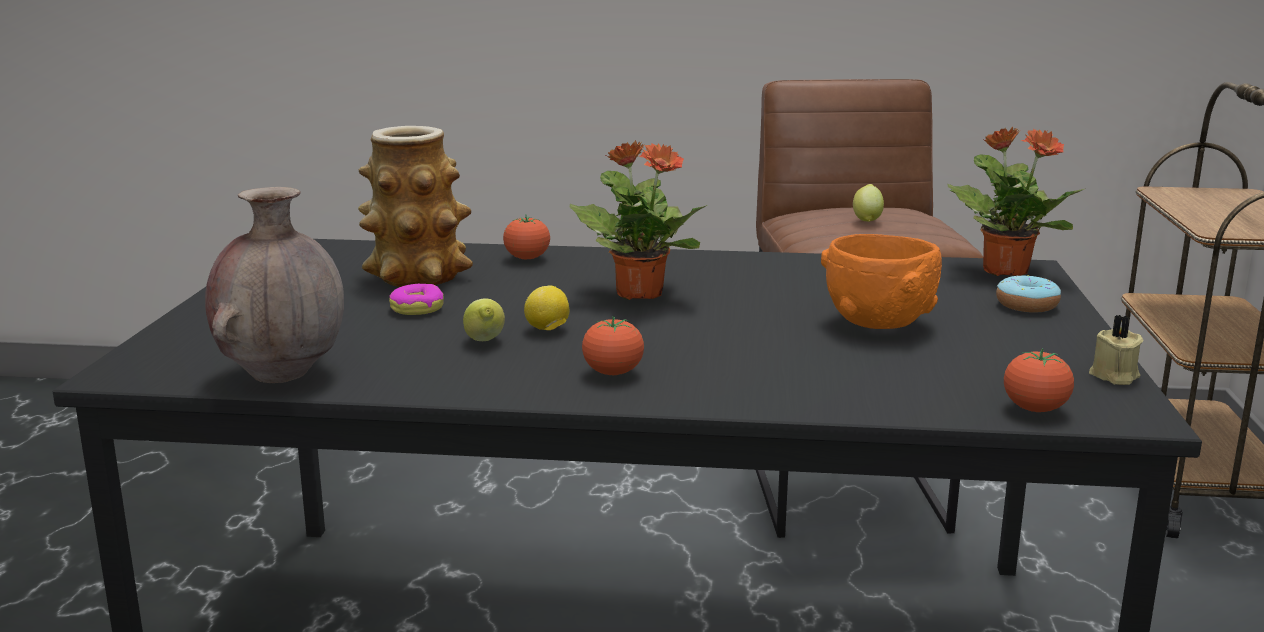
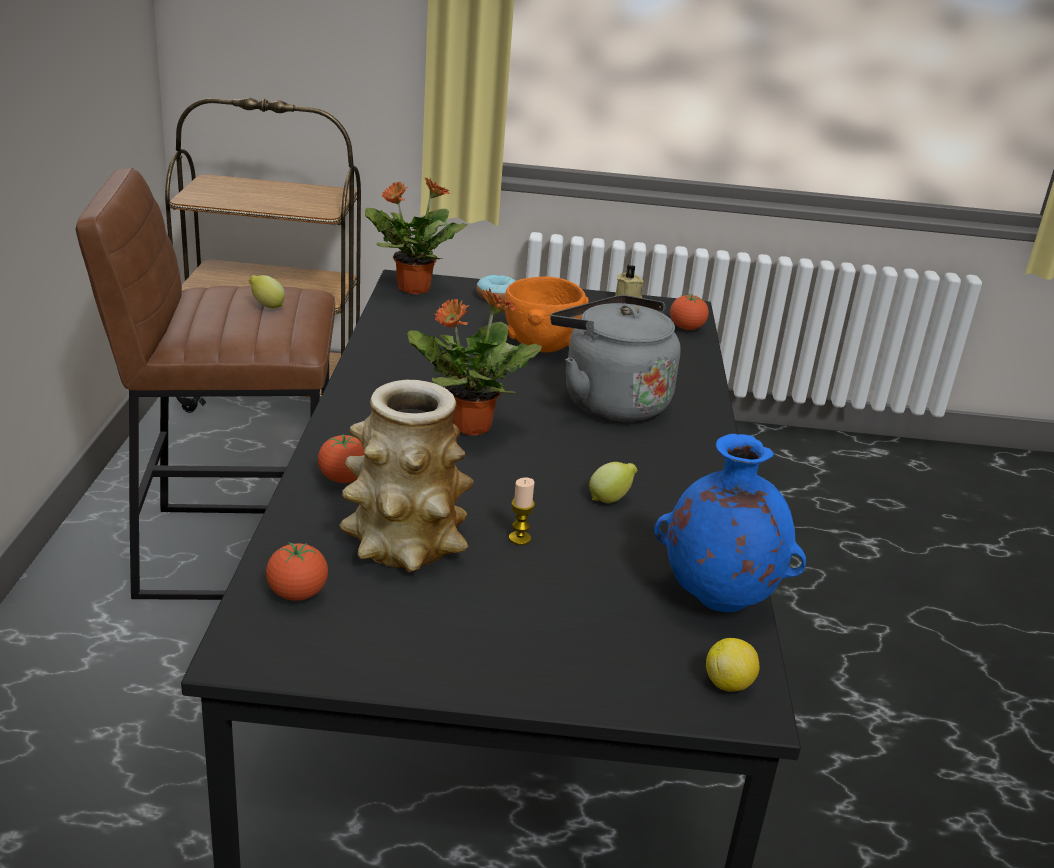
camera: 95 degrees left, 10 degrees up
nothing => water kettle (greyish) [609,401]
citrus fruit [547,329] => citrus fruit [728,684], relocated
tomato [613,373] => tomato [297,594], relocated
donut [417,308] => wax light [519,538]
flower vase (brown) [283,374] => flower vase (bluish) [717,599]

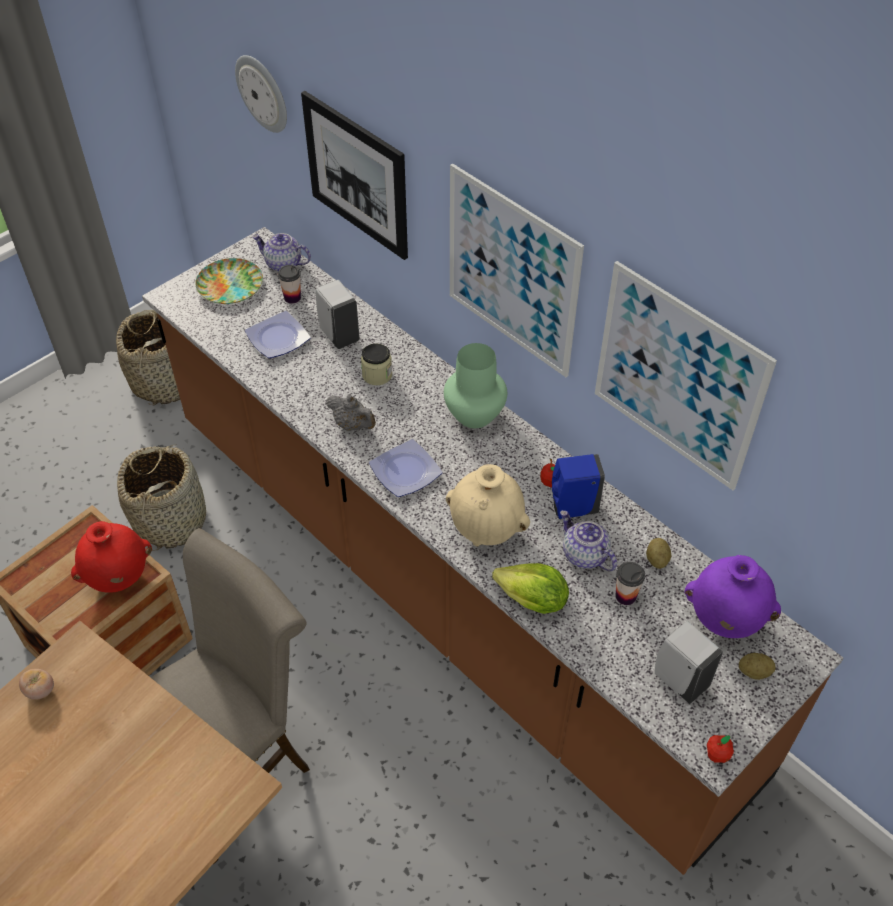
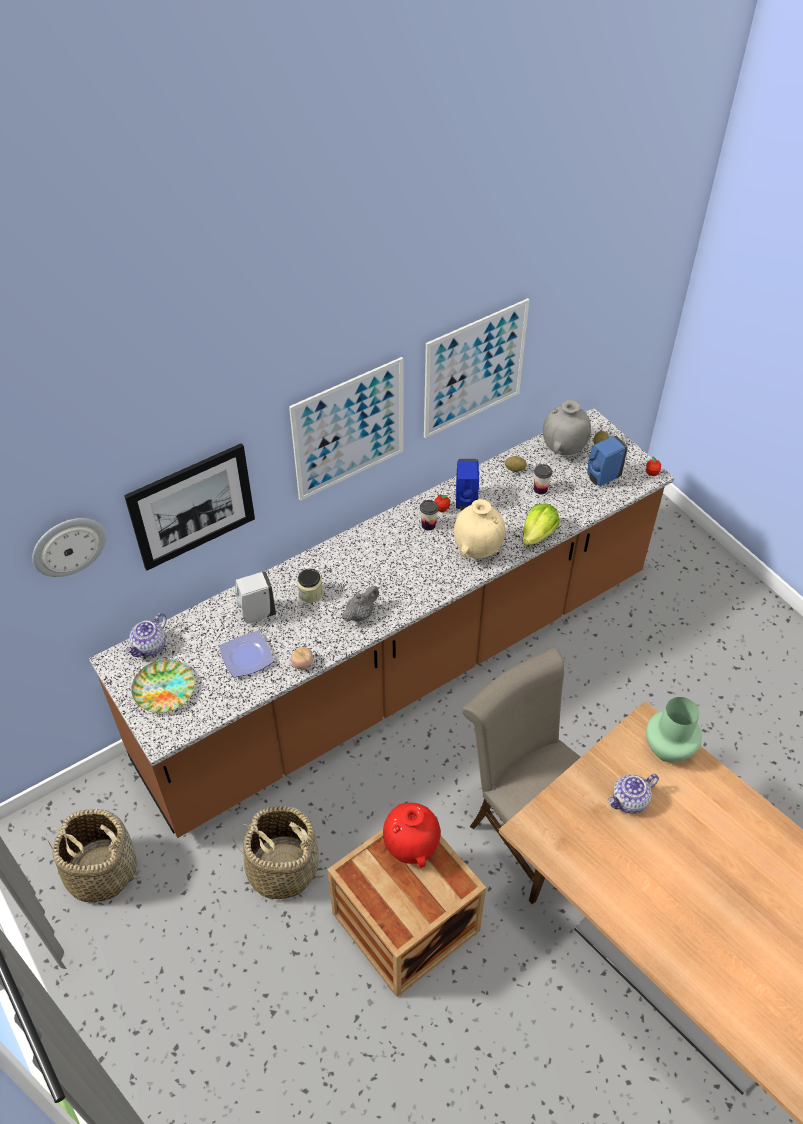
camera: 80 degrees left, 0 degrees up
dinner plate [405,473] => nothing
tomato [40,690] => tomato [302,664], relocated
drinking cup [292,297] => drinking cup [428,525], relocated
flower vase (green-coloured) [475,414] => flower vase (green-coloured) [668,748], relocated
tea pot [584,555] => tea pot [629,801], relocated
soap dispenser (whitish) [679,679] => soap dispenser (bluish) [602,478]
flower vase (purplish) [724,620] => flower vase (greyish) [563,449]

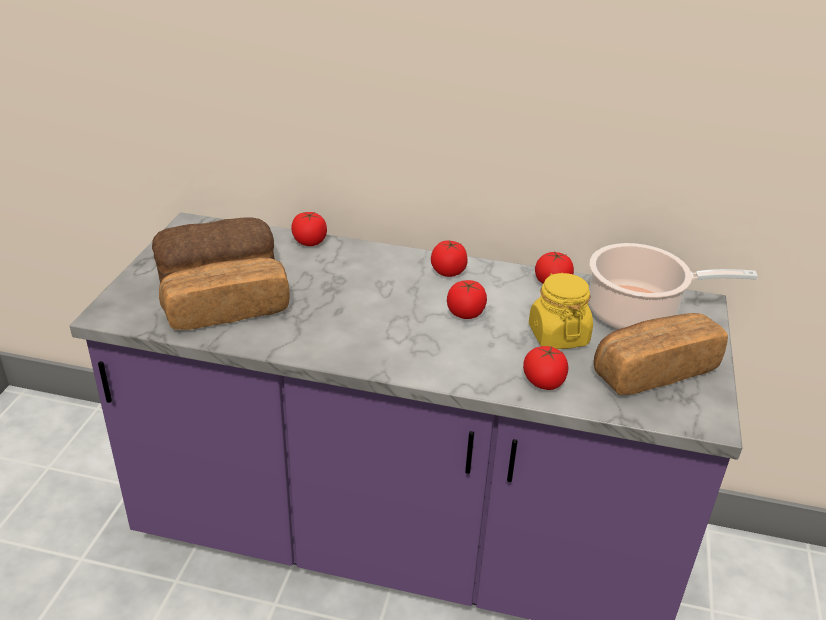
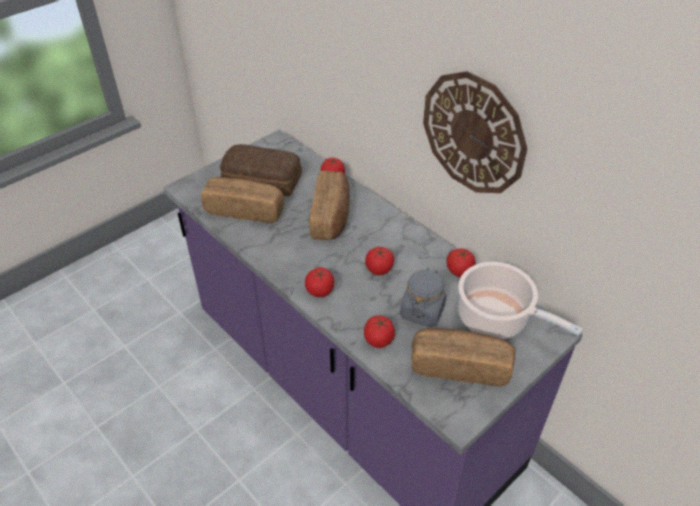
camera: 35 degrees right, 10 degrees up
nothing => bread [331,216]
nothing => hanging clock [473,133]
tomato [448,271] => tomato [320,290], relocated
jar (yellow) [558,335] => jar (greyish) [422,311]

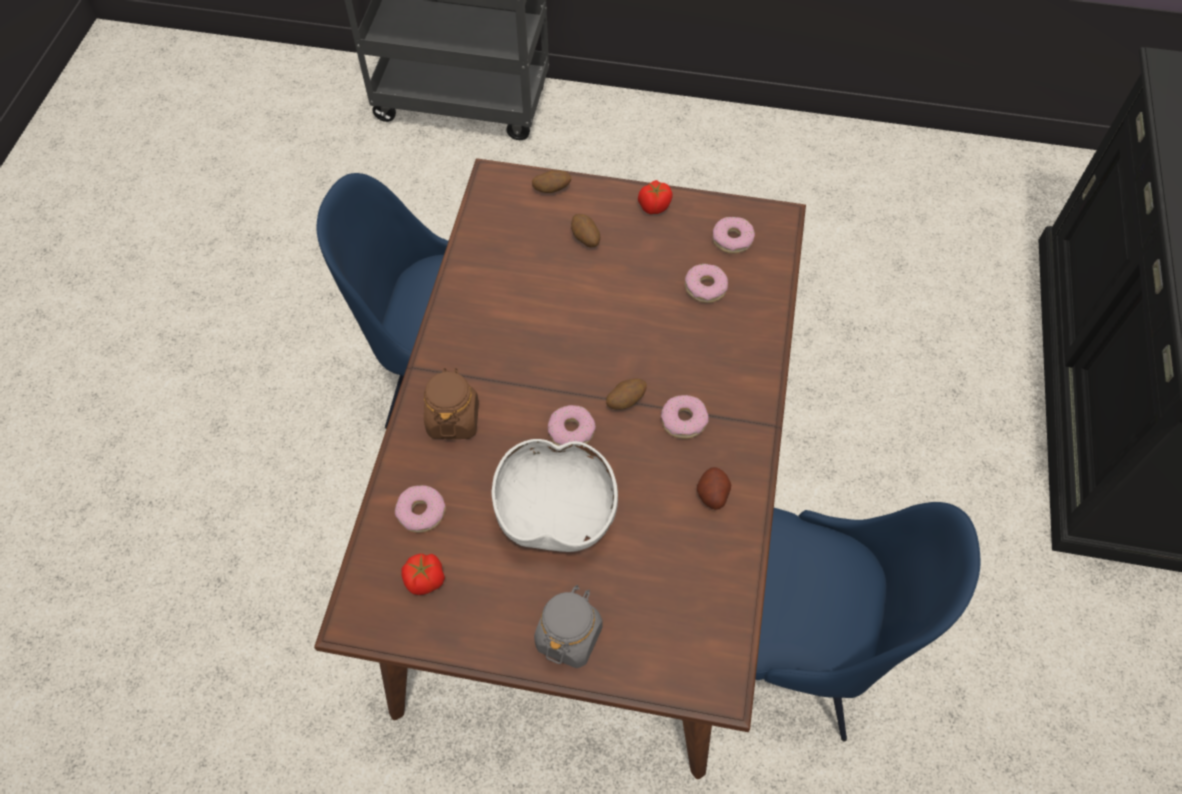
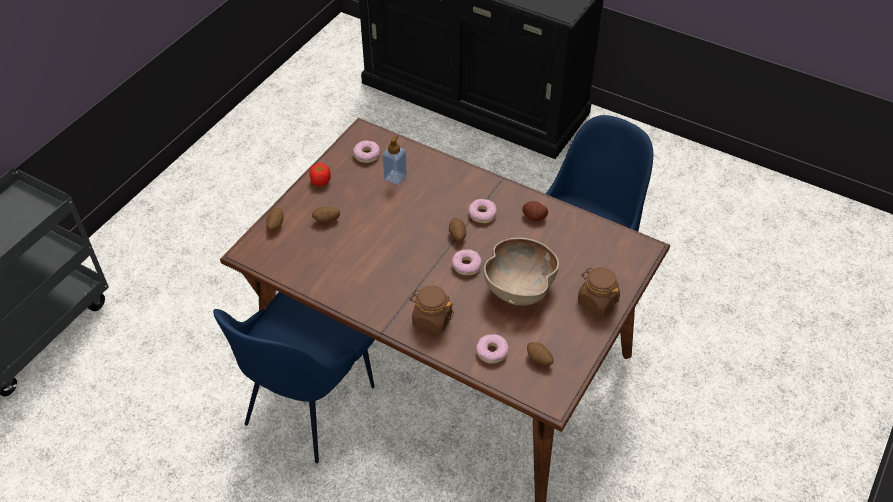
camera: 70 degrees left, 10 degrees down
tomato [426,580] => whole potato [539,359]
donut [705,287] => soap dispenser [395,177]
deep dish (whitish) [556,513] => deep dish (brown) [518,287]
jar (greyish) [569,636] => jar (brown) [597,302]

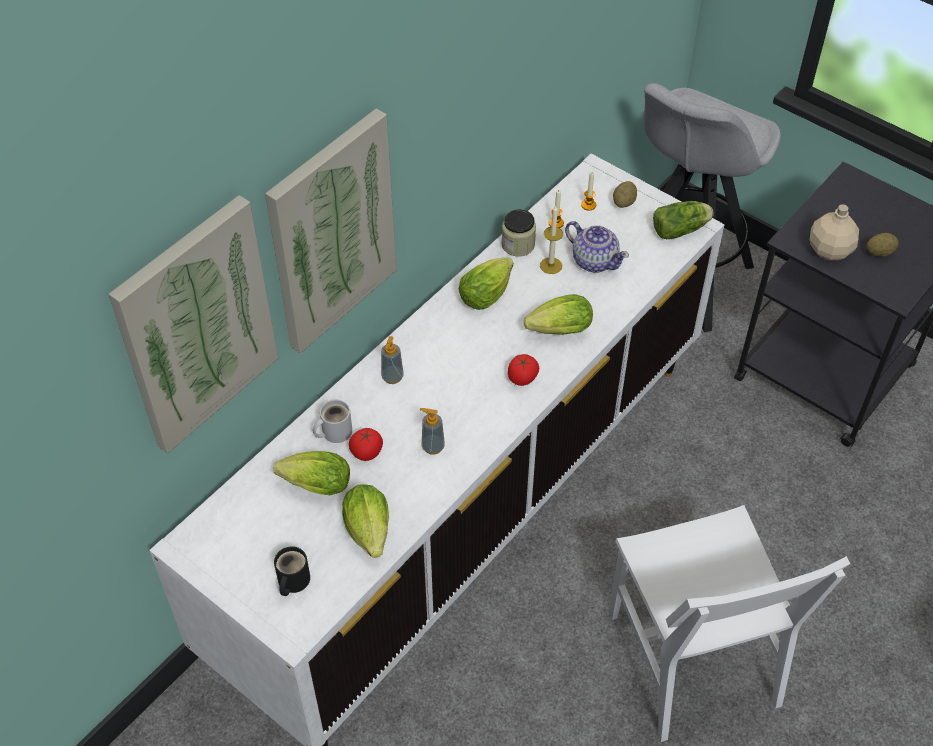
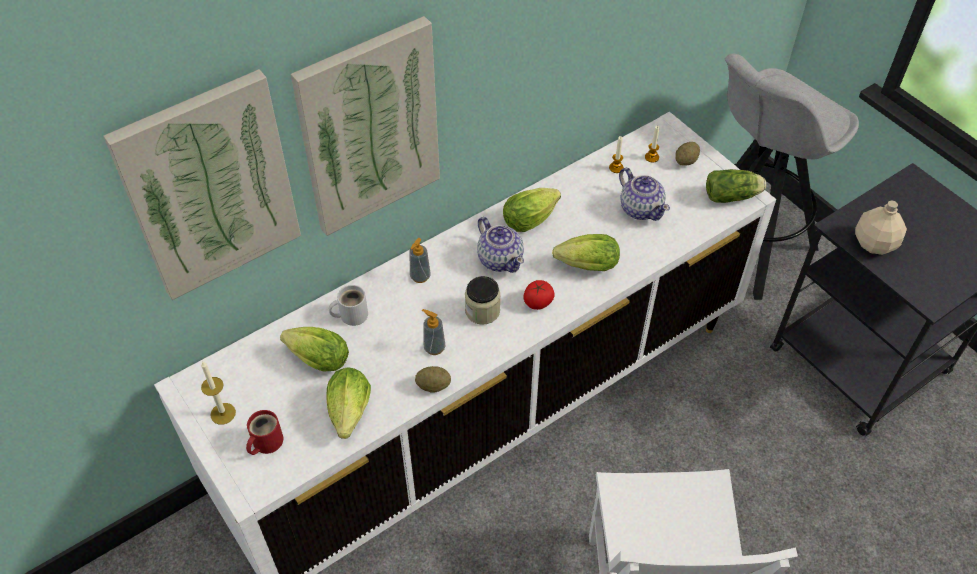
camera: 15 degrees right, 0 degrees up
tomato [366,452] => nothing
nothing => tea pot [500,259]
jar [518,245] => jar [482,311], relocated
wax light [551,265] => wax light [223,413], relocated
whole potato [879,252] => whole potato [433,386], relocated
mug (blackish) [291,581] => mug (red) [265,442]

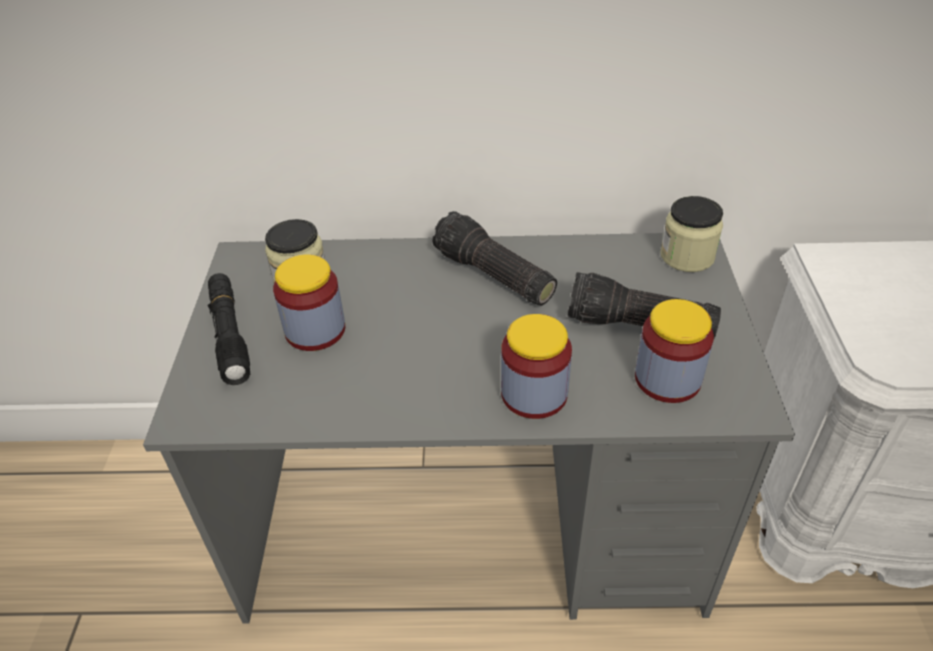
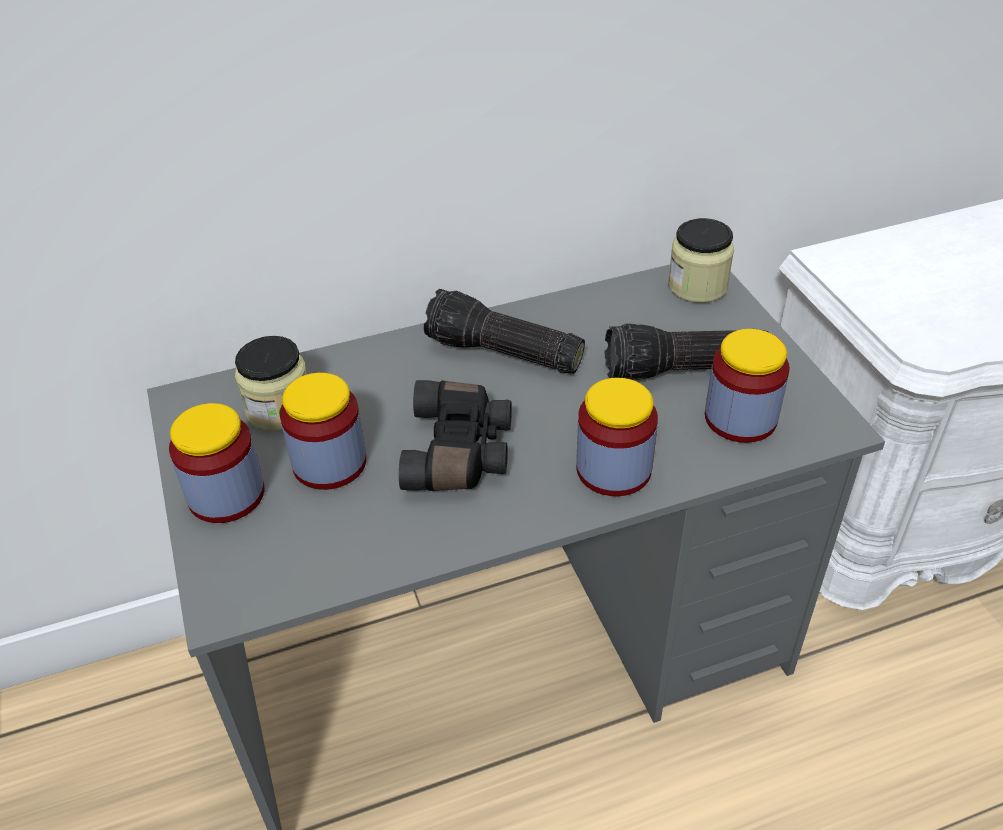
camera: 20 degrees left, 0 degrees up
nothing => field glasses (blackish) [461,452]
hand torch (blackish) [230,335] => jar [226,495]

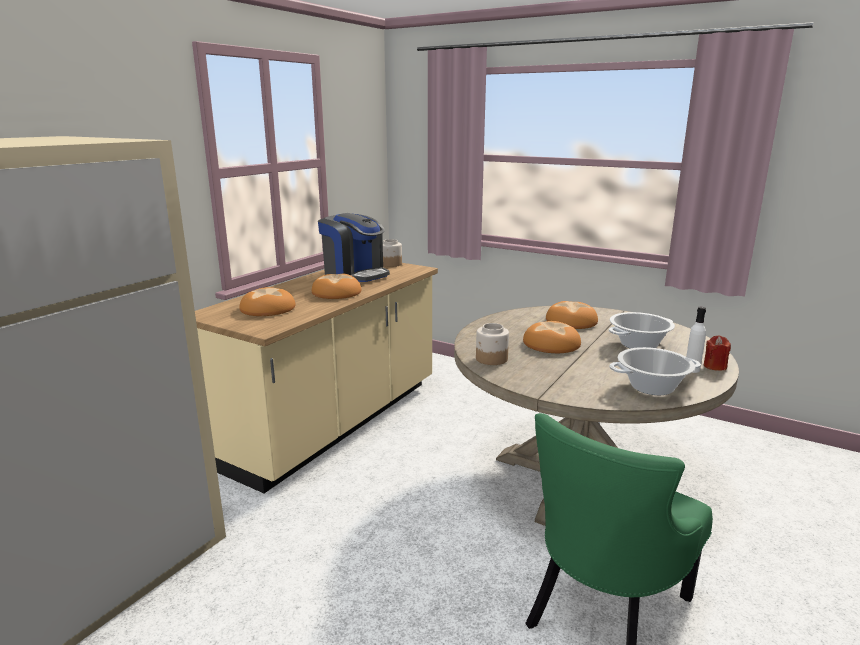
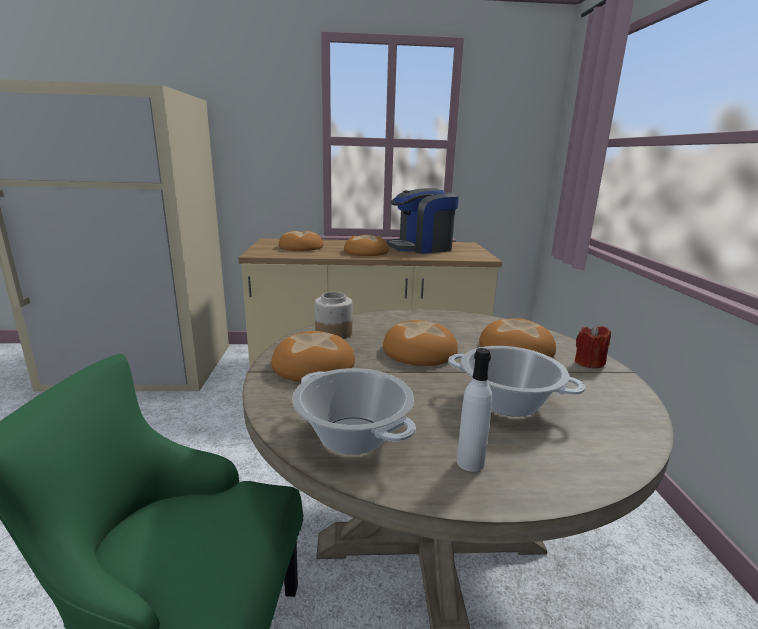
camera: 55 degrees right, 0 degrees up
jar [390,264] => nothing
nothing => bread [314,364]
wax light (red) [715,366] => wax light (red) [589,363], relocated
coffee maker [355,274] => coffee maker [421,248], 60 degrees clockwise

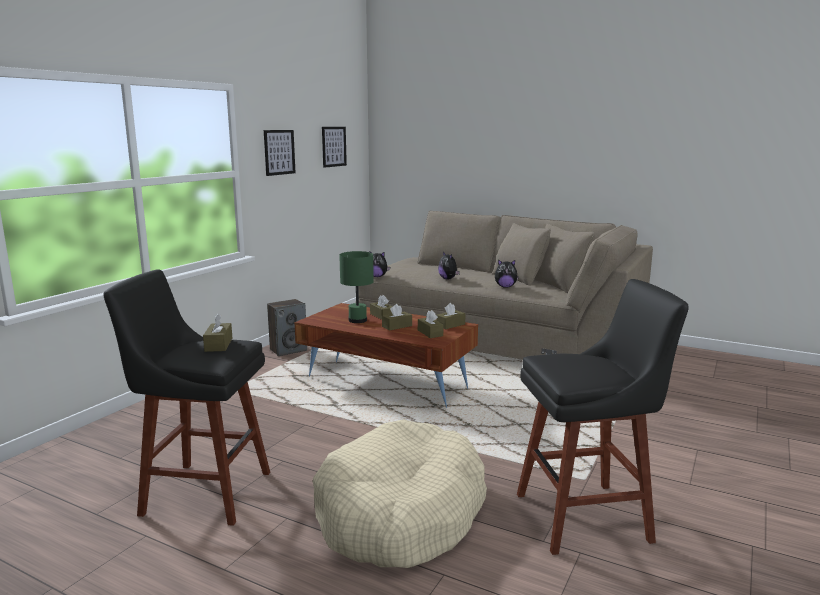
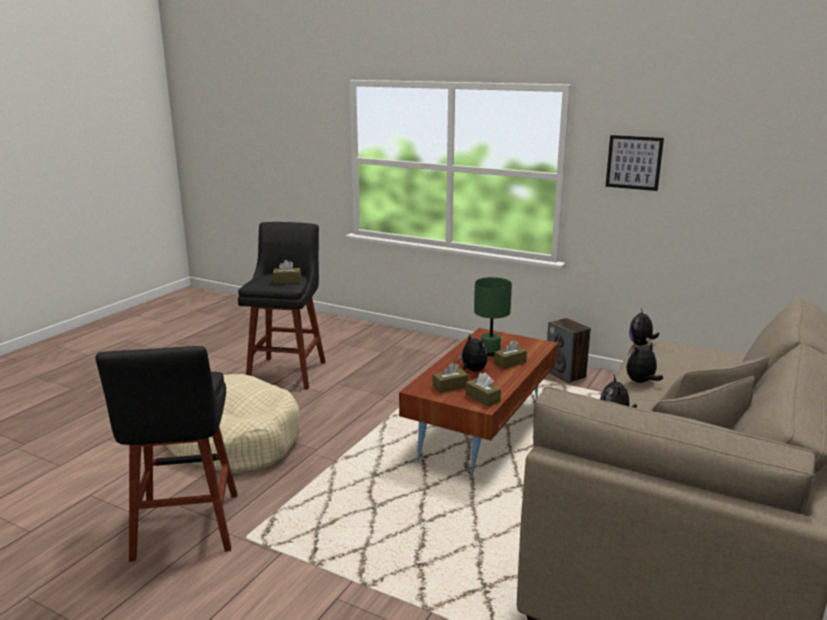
camera: 90 degrees right, 5 degrees up
wall art [333,146] => nothing
tissue holder (brown) [397,326] => soft toy [472,370]

